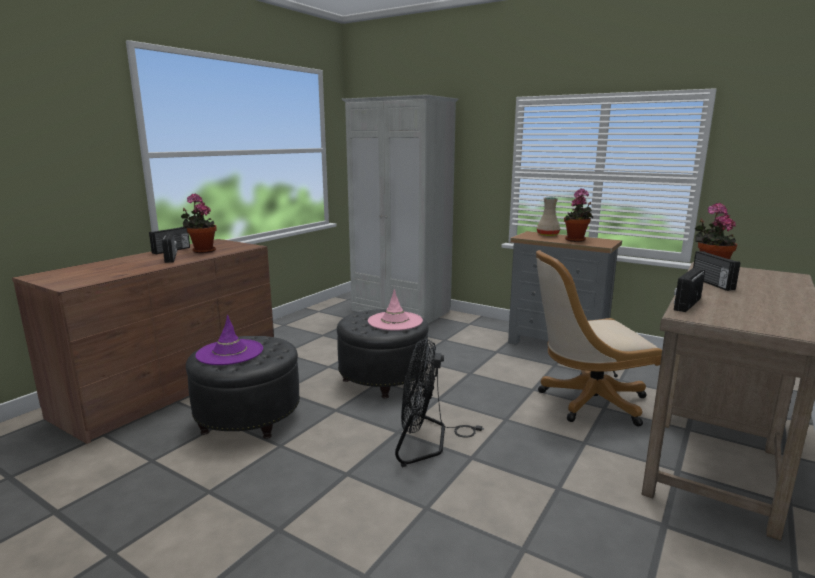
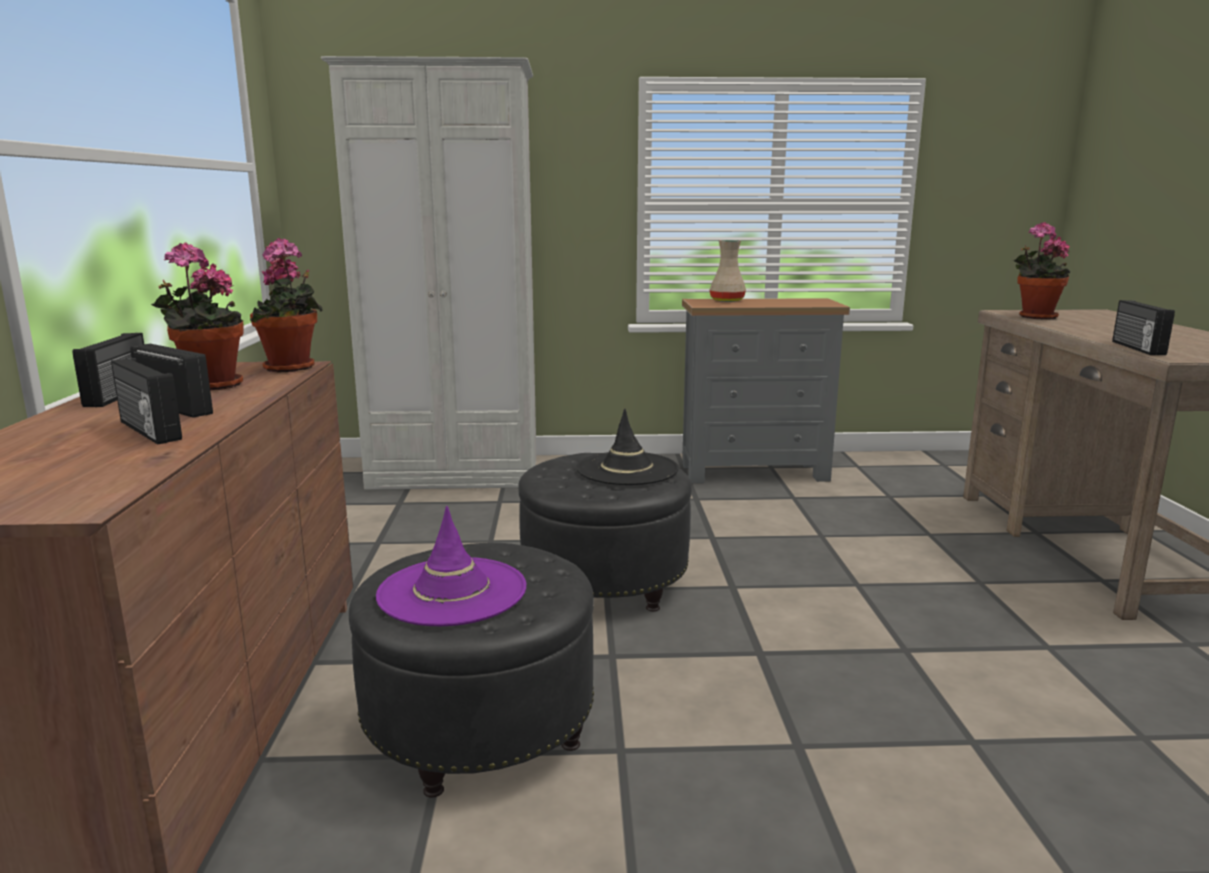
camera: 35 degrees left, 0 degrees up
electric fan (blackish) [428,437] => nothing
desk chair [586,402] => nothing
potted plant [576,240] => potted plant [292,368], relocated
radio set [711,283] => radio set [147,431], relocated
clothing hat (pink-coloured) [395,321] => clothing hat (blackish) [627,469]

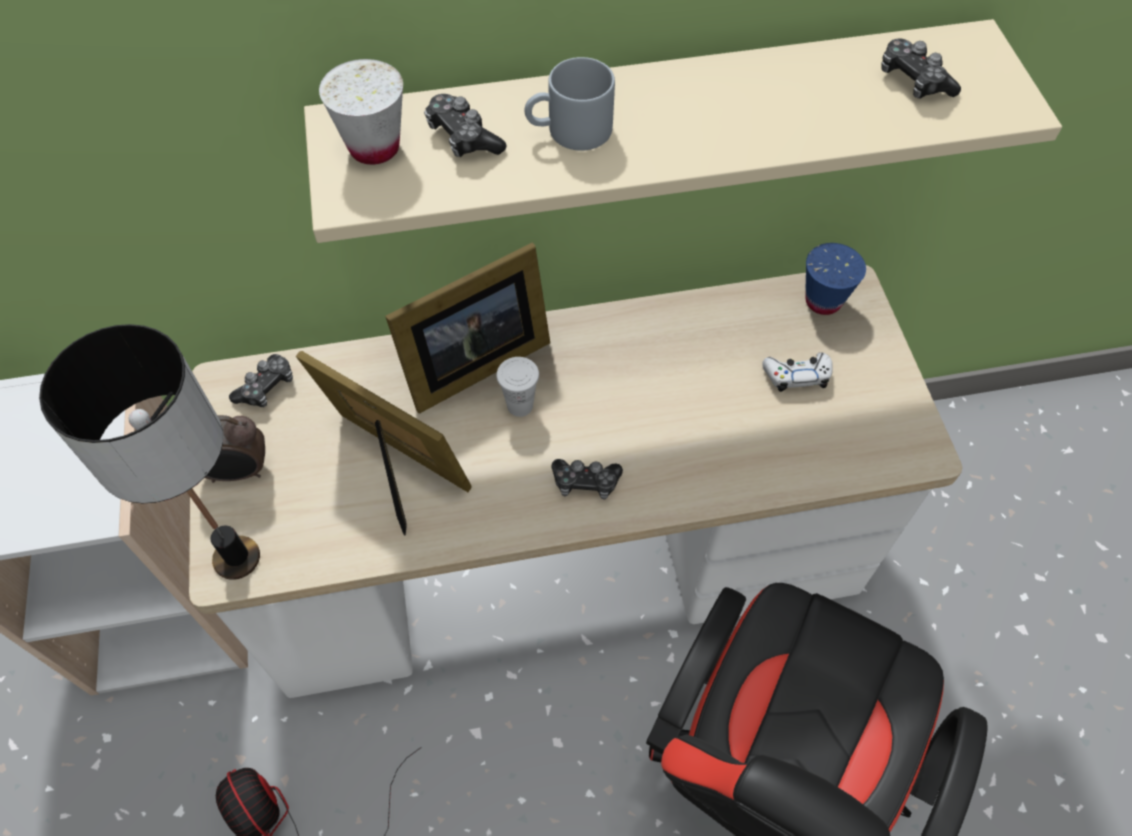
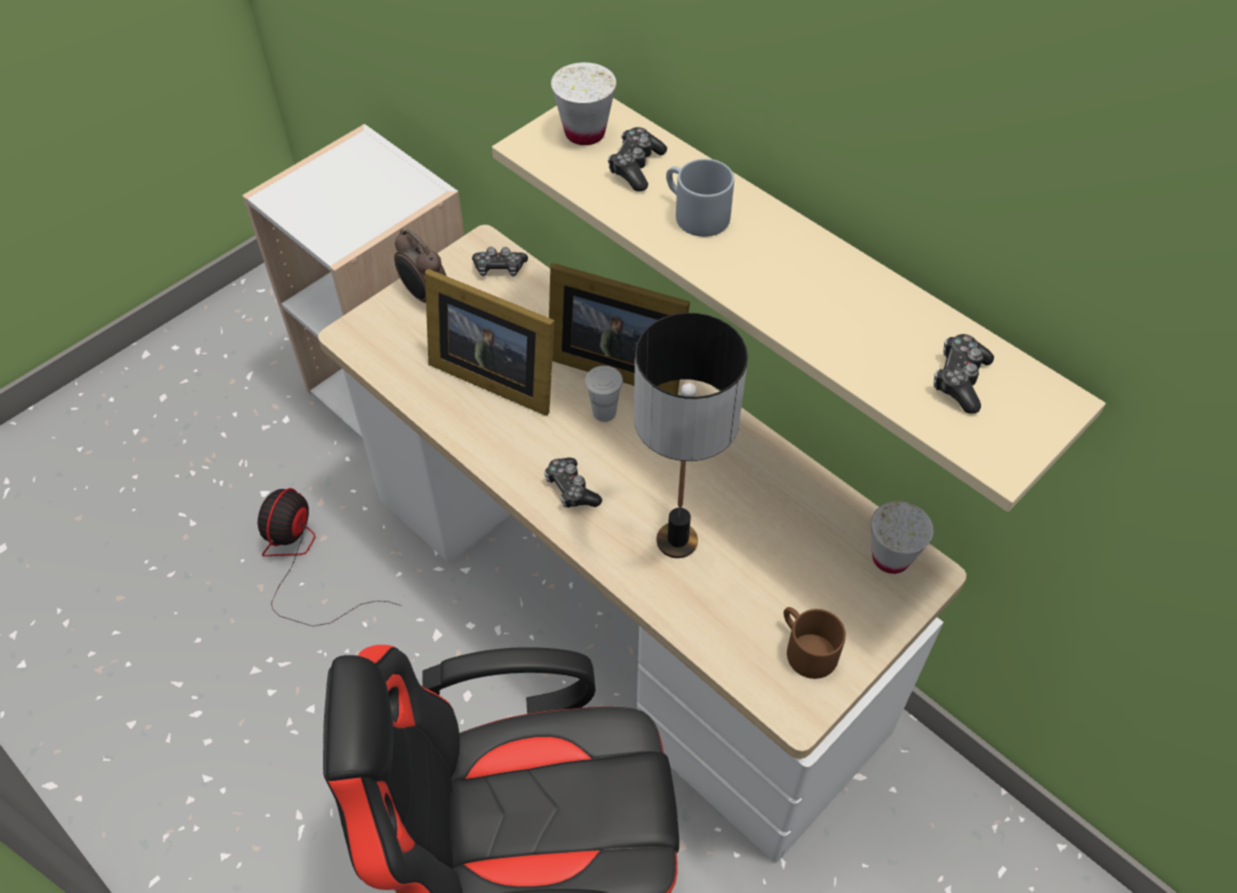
camera: 55 degrees right, 5 degrees down
game controller (whitish) [797,375] => nothing
nothing => mug (brown) [805,649]
lamp for a table [237,559] => lamp for a table [676,542], relocated
drinking cup (bluish) [823,301] => drinking cup (whitish) [891,558]
photo frame [396,469] => photo frame [493,374], 120 degrees clockwise

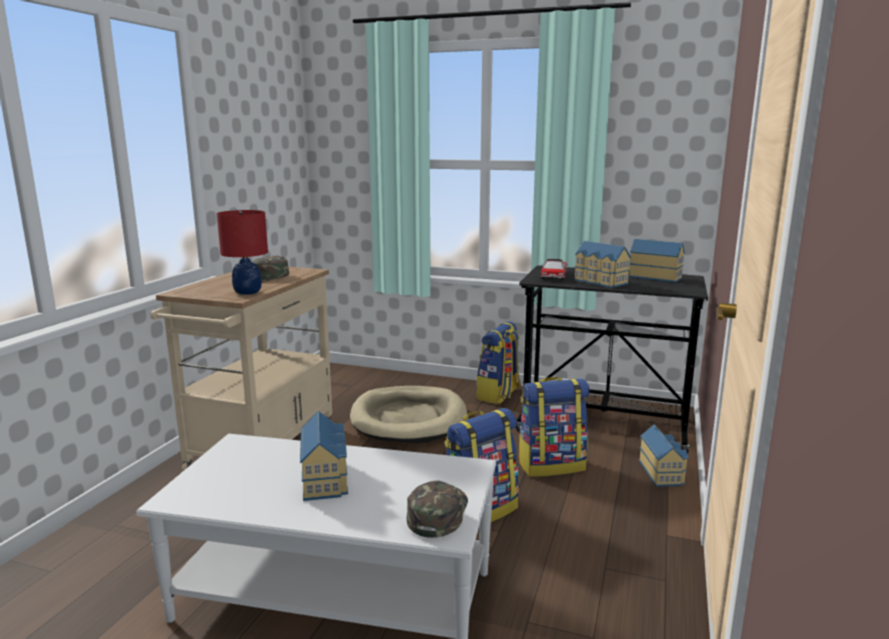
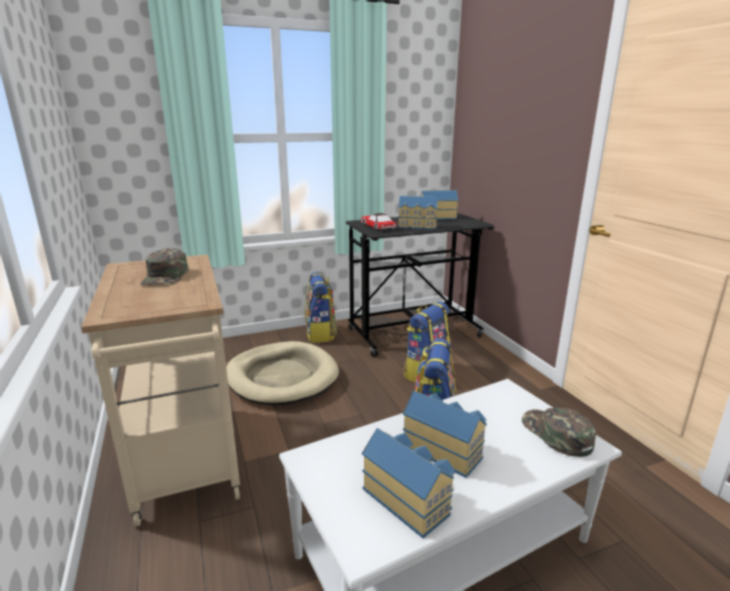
camera: 40 degrees left, 5 degrees up
lamp for a table (red) [247,293] => nothing
toy house [662,472] => toy house [408,498], relocated

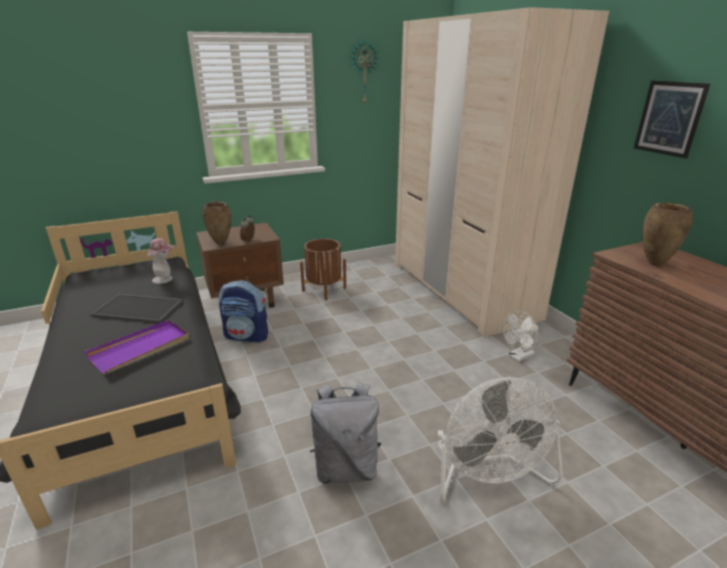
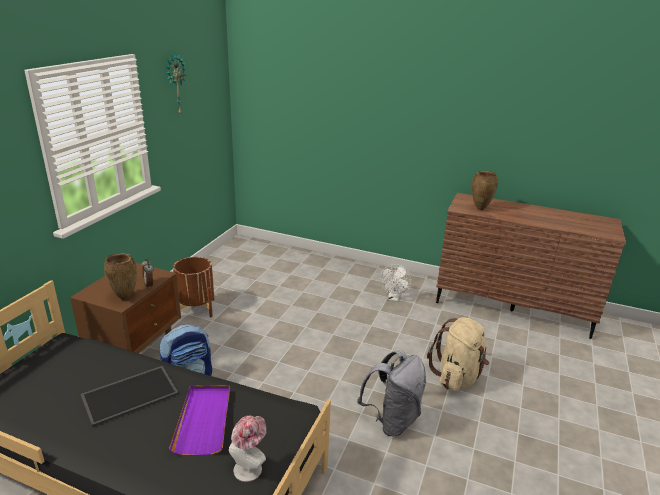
camera: 45 degrees left, 0 degrees up
wardrobe (beige) [461,289] => nothing
wall art [669,118] => nothing
clothing hat [165,279] => clothing hat [250,466], relocated
electric fan (whitish) [483,475] => knapsack (beige) [457,377]

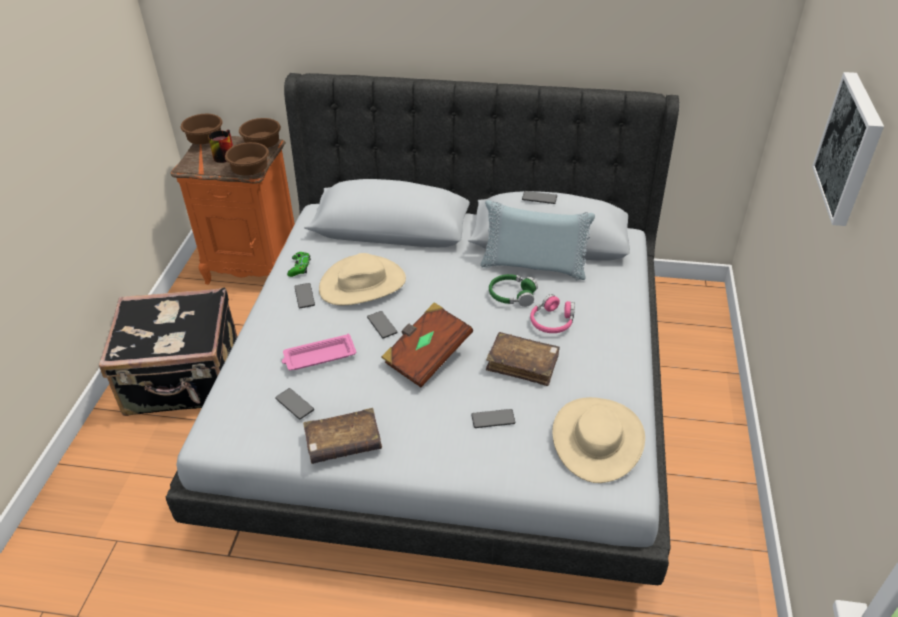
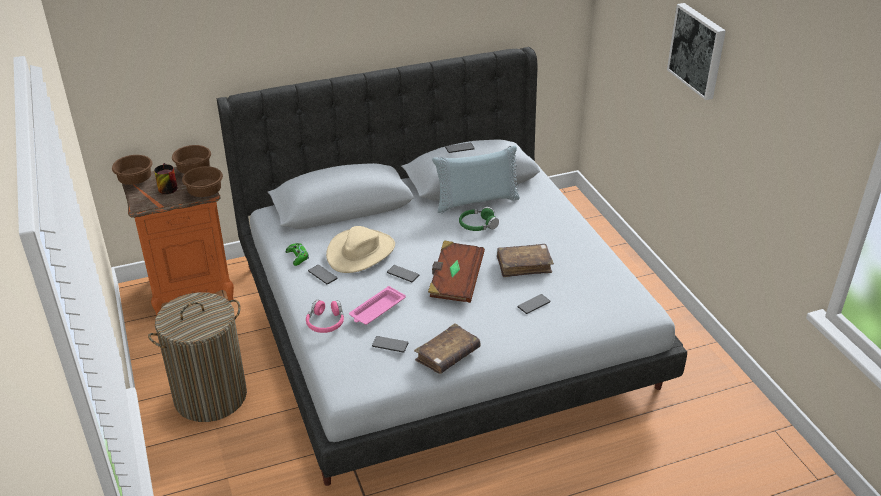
camera: 30 degrees left, 5 degrees down
clothing hat (beige) [597,439] => nothing
headset (pink-coloured) [552,321] => headset (pink-coloured) [325,322], relocated
travel case (blackish) [184,380] => hamper [211,396]

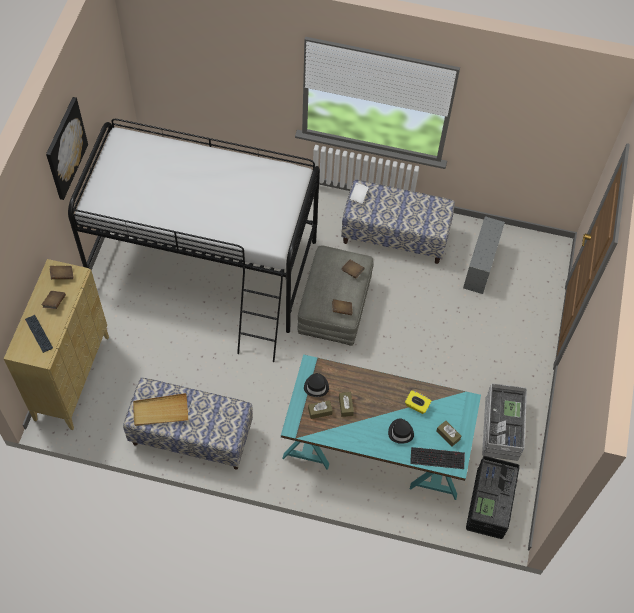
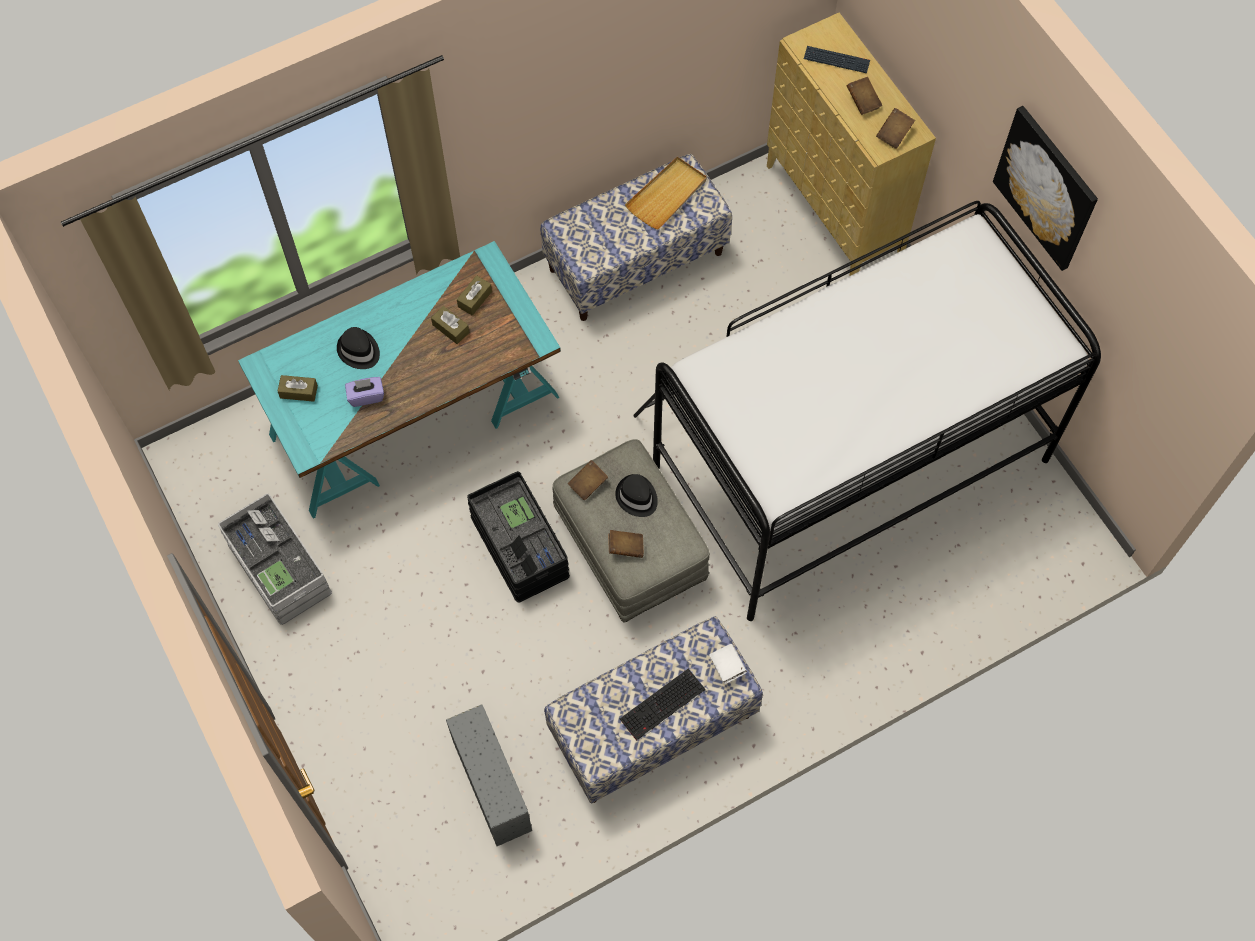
camera: 140 degrees right, 5 degrees up
clothing hat (blackish) [316,386] => clothing hat (blackish) [636,497], relocated
keyboard [438,457] => keyboard [662,706], relocated
storage container (blackish) [489,502] => storage container (blackish) [520,545], relocated
tissue holder (yellow) [416,406] => tissue holder (purplish) [366,396]

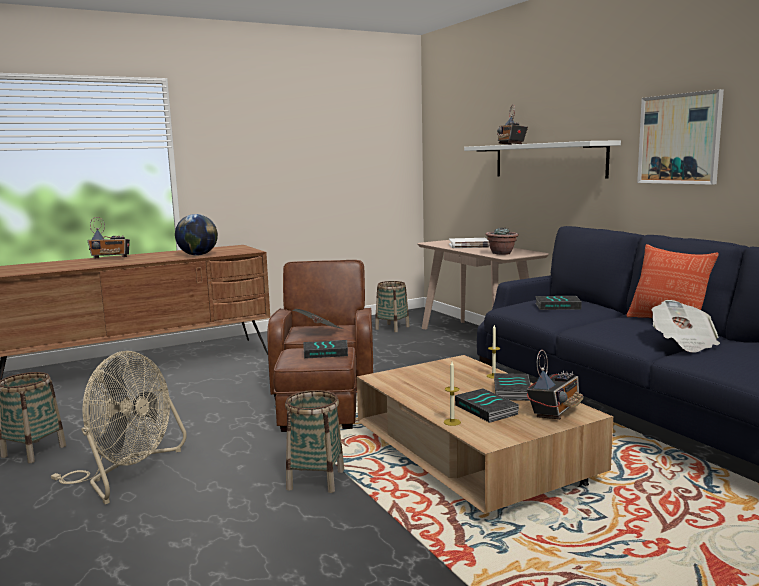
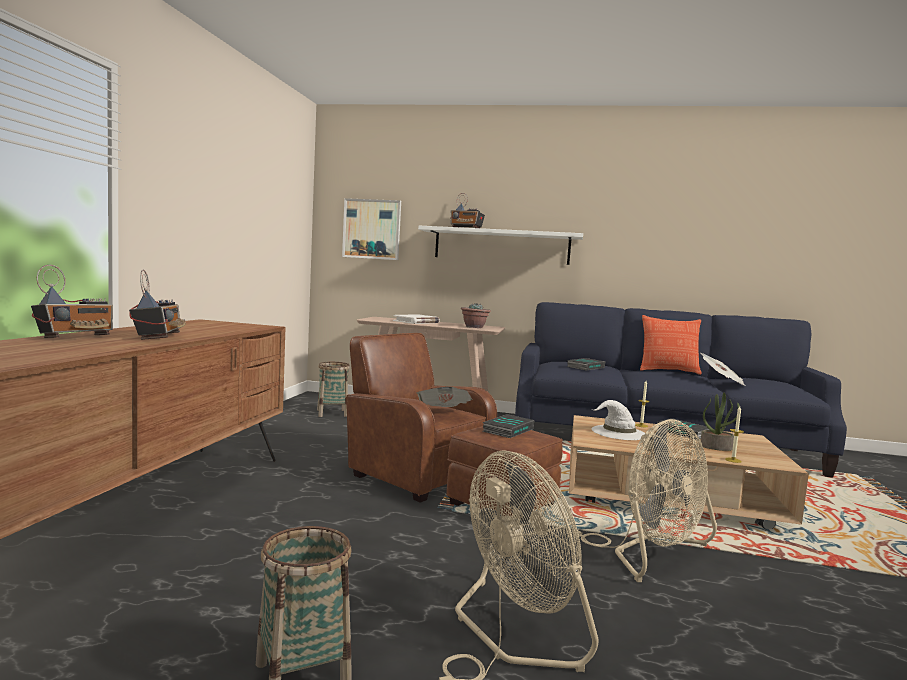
camera: 50 degrees left, 5 degrees down
world globe [197,255] => nothing
nothing => clothing hat (whitish) [618,432]
radio set [555,411] => radio set [158,337], relocated
wall art [679,139] => wall art [372,229], relocated
household basket [316,479] => electric fan (beige) [647,553]
volume [487,410] => potted plant [716,447]

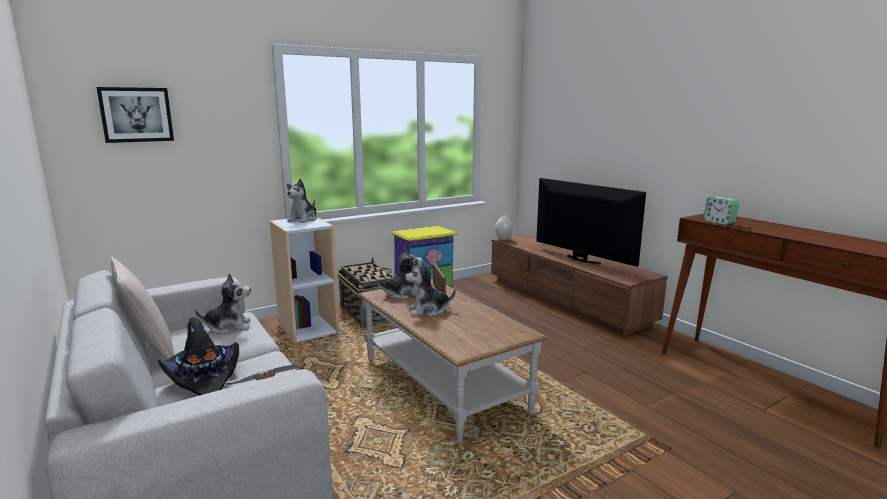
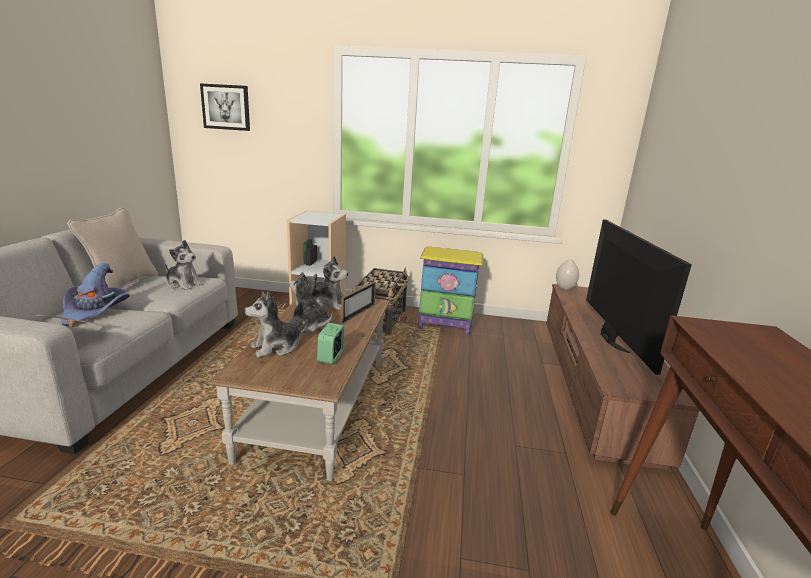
camera: 40 degrees right, 5 degrees up
soft toy [303,219] => soft toy [276,347], relocated
bedside clock [719,222] => bedside clock [331,357], relocated
clothing hat (blackish) [204,377] => clothing hat (purplish) [96,311]

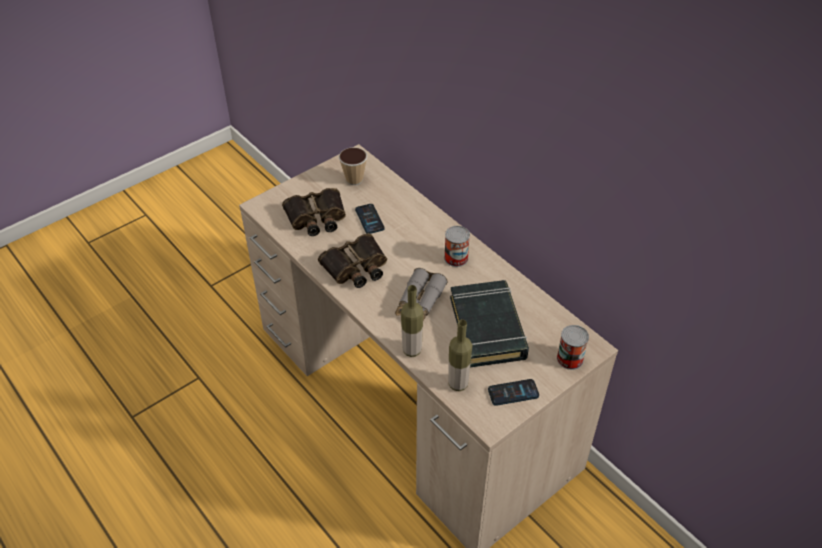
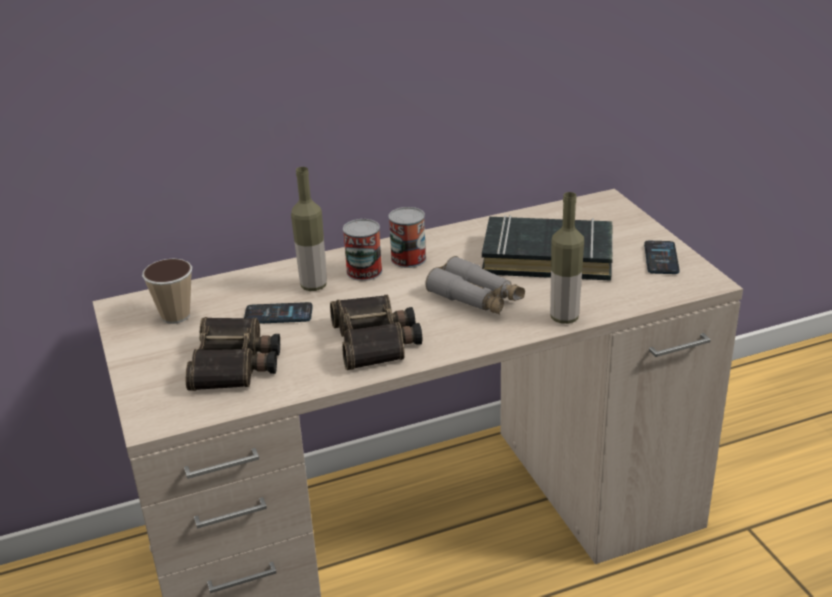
camera: 70 degrees left, 15 degrees down
bottle [458,384] => bottle [314,286], relocated
sealed can [570,359] => sealed can [364,271], relocated

